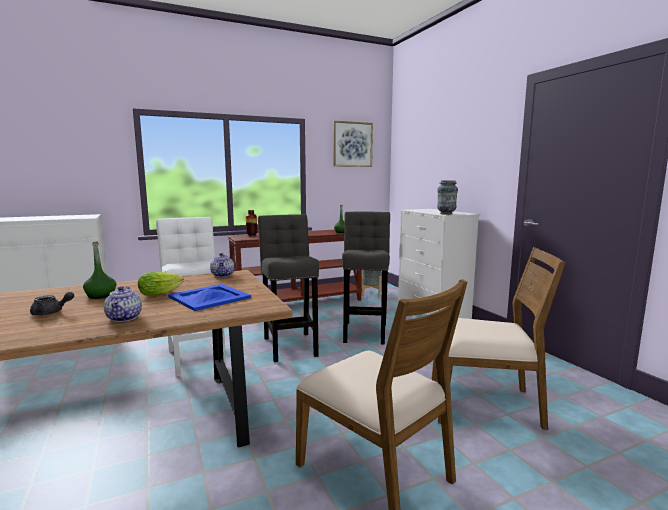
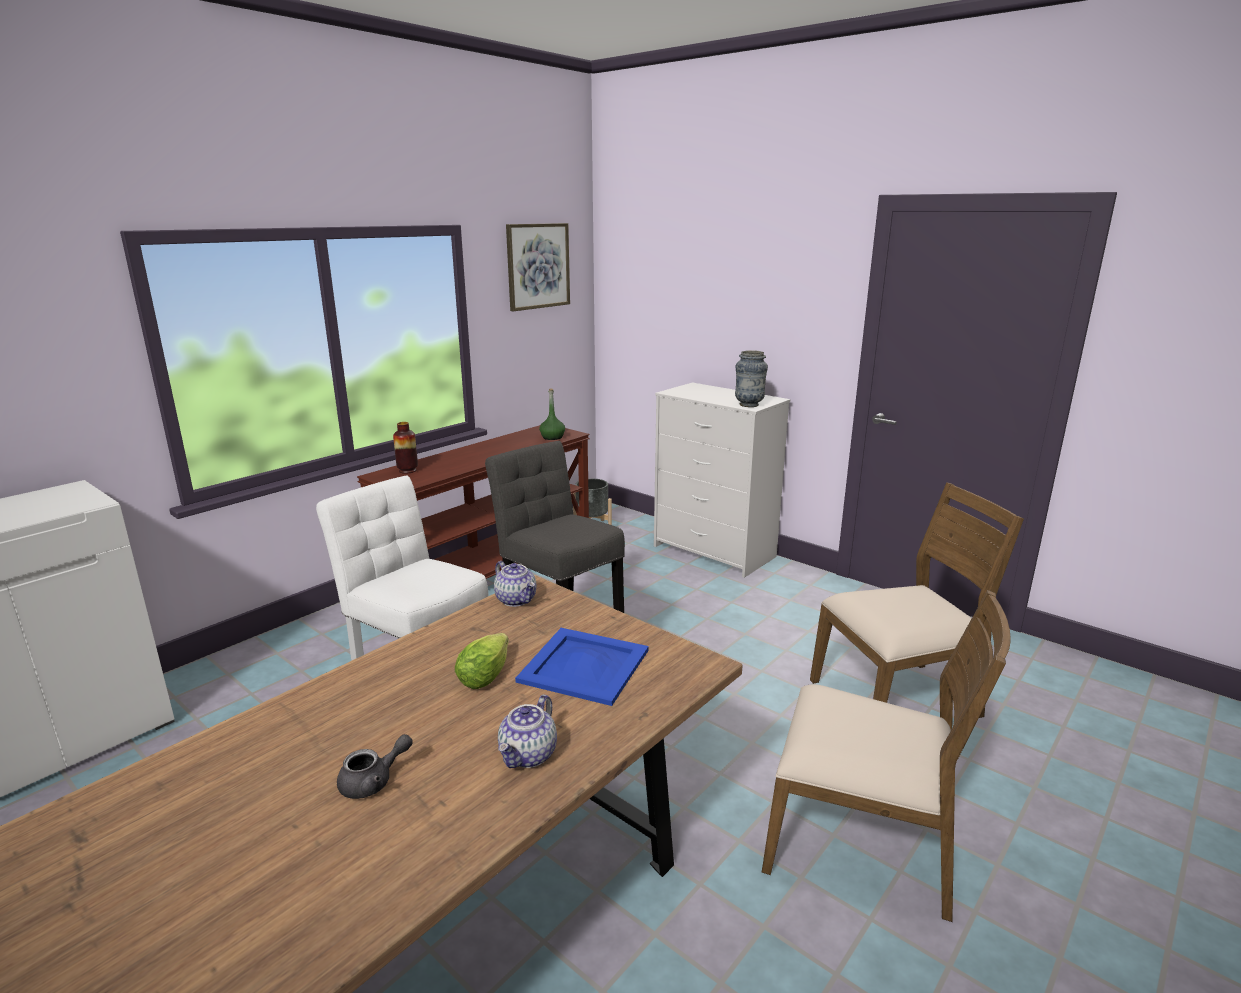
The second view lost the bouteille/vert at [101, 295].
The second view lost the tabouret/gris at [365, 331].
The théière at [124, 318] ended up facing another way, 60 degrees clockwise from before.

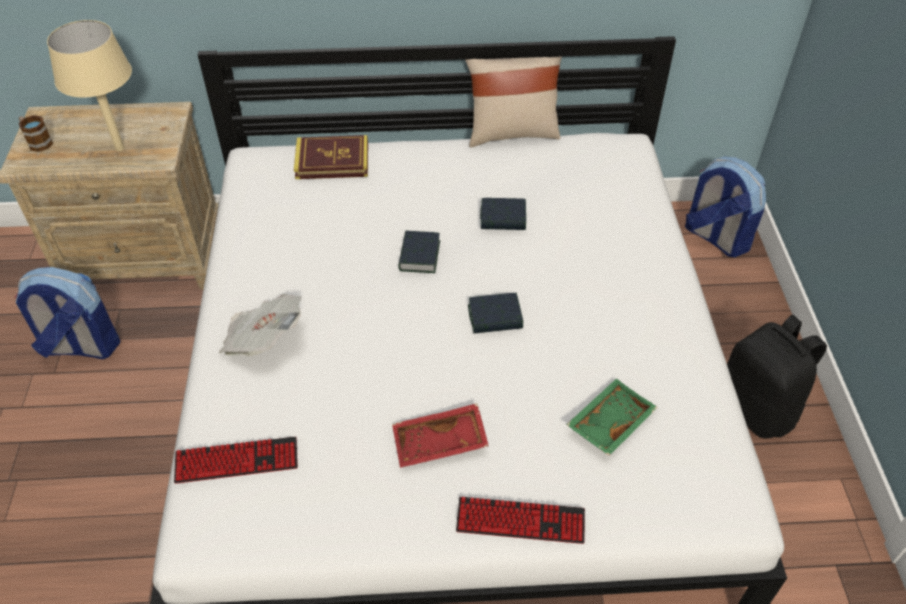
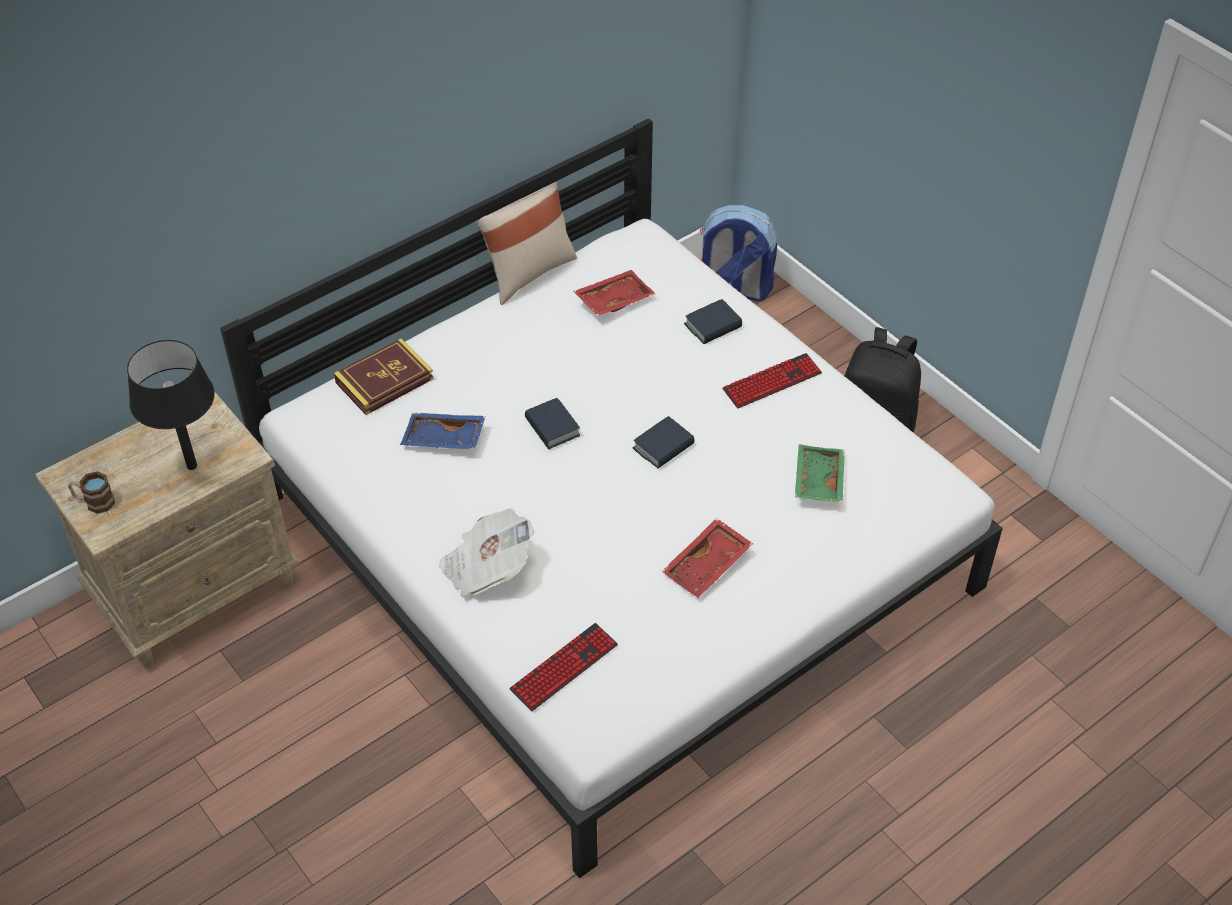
The second view lost the sac à dos at [80, 346].
The second view gained the plateau/bleu at [443, 439].
The second view gained the plateau/rouge at [613, 299].
The clavier ended up elsewhere, having gone from [520, 521] to [772, 382].
The livre ended up elsewhere, having gone from [503, 219] to [713, 326].
What was the lampe de table/beige at [119, 148] turned into the lampe de table/noir at [191, 466].

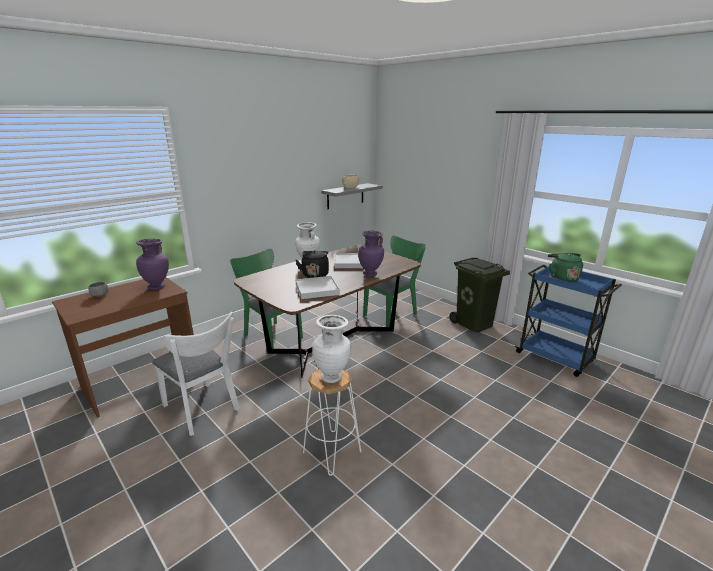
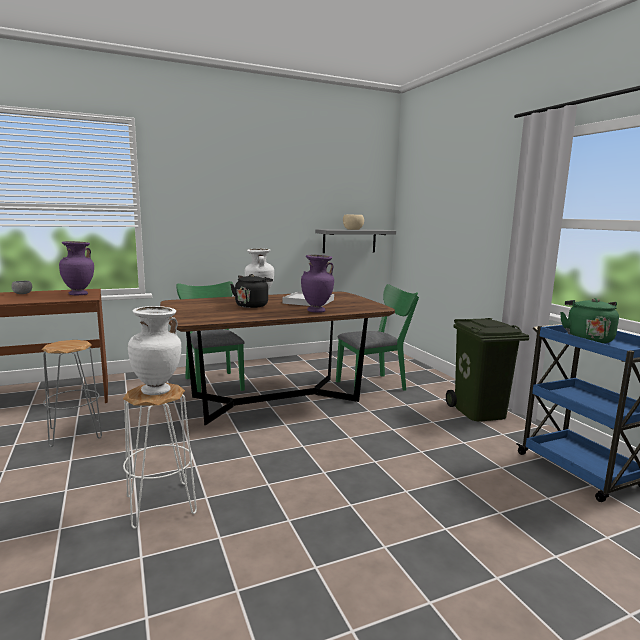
The second view lost the plateau/blanc at [317, 289].
Where the chaise/blanc stood at [203, 410], the tabouret/gris came to stand at [75, 433].

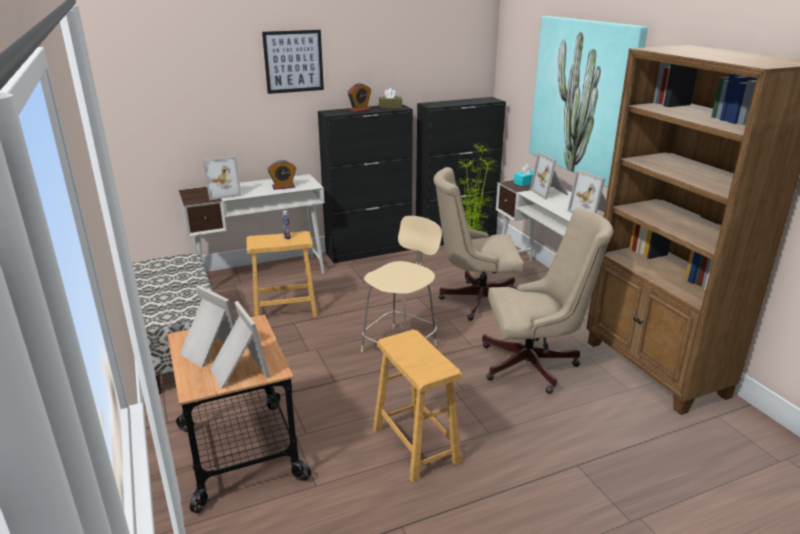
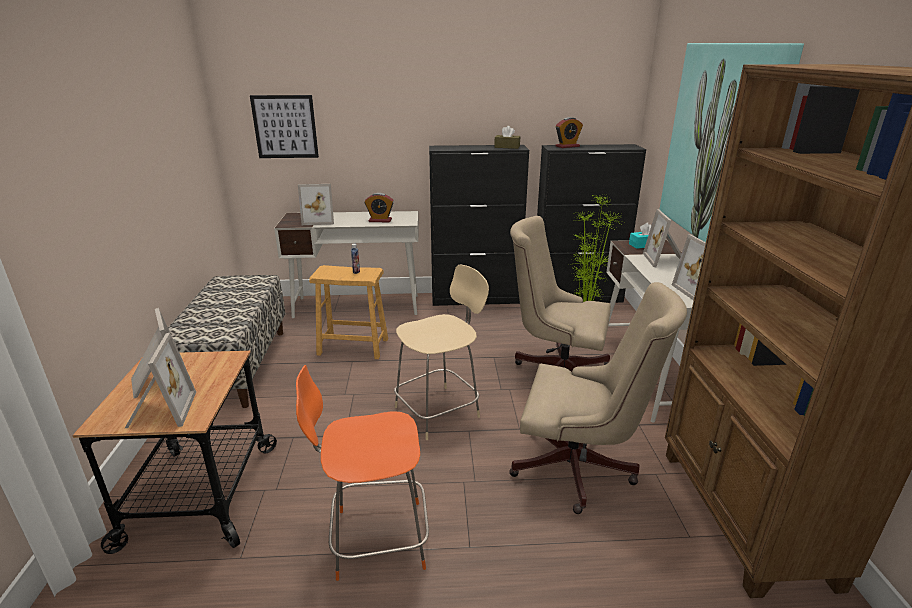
The tableau ended up elsewhere, having gone from [293, 61] to [285, 127].
The réveil ended up elsewhere, having gone from [360, 110] to [567, 146].
Where the tabouret/marron stood at [415, 445], the chaise/orange came to stand at [375, 539].

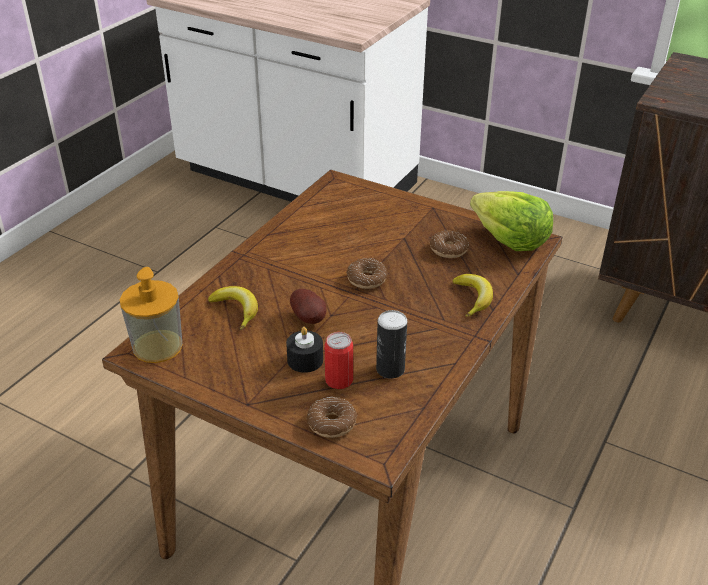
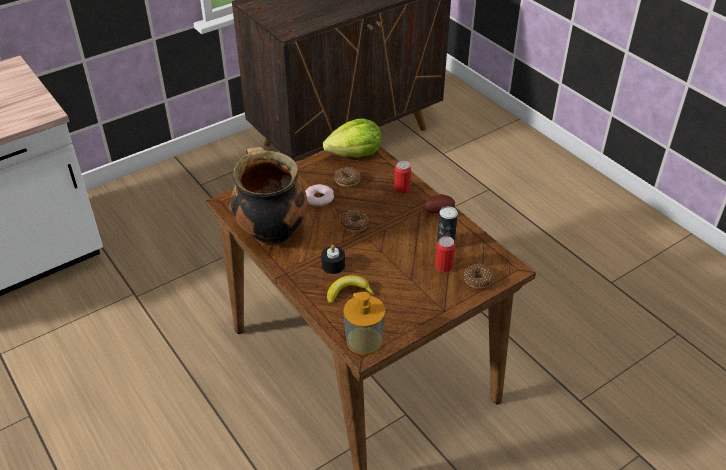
The second view gained the marmite at [271, 231].
The second view gained the beignet at [319, 198].
The bougie/noir ended up elsewhere, having gone from [305, 360] to [333, 265].
The pomme de terre ended up elsewhere, having gone from [310, 319] to [439, 211].
Where the banane stood at [473, 298], the boîte métallique came to stand at [402, 189].

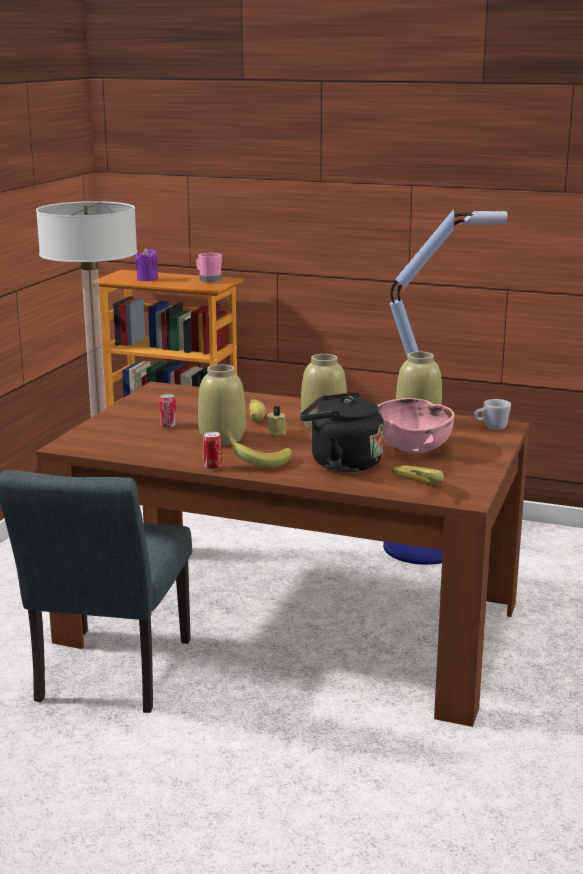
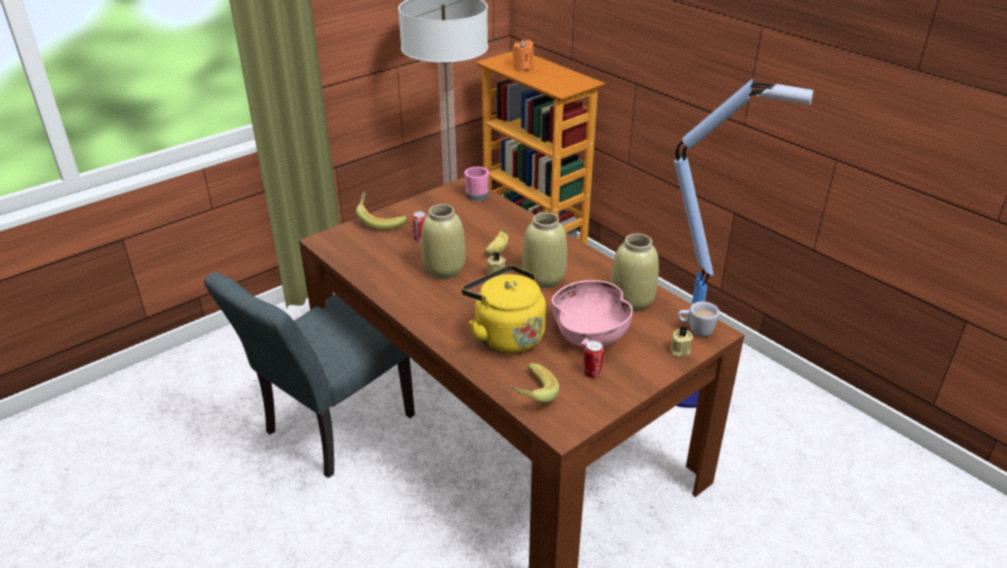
The second view gained the bougie/beige at [679, 350].
The mug/rose ended up elsewhere, having gone from [208, 280] to [476, 194].
The boîte métallique ended up elsewhere, having gone from [212, 467] to [592, 373].
The banane ended up elsewhere, having gone from [257, 461] to [381, 221].
What was the bougie/violet at [147, 279] turned into the bougie/orange at [523, 68].
What was the bouilloire/noir at [341, 463] turned into the bouilloire/jaune at [505, 335].

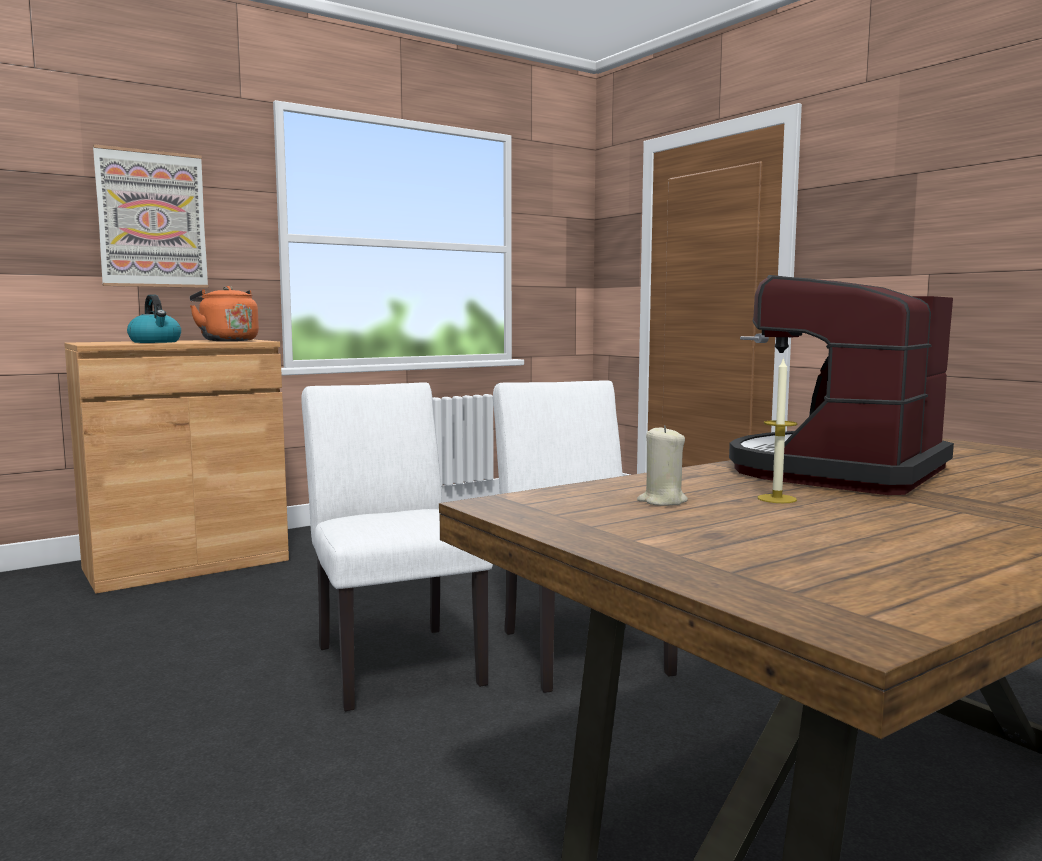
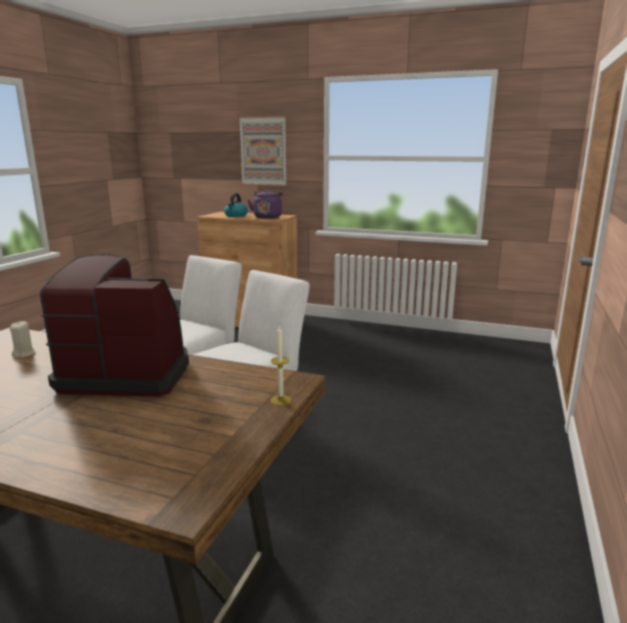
The bougie ended up elsewhere, having gone from [777, 499] to [280, 400].
What was the bouilloire/orange at [227, 340] turned into the bouilloire/violet at [267, 217].

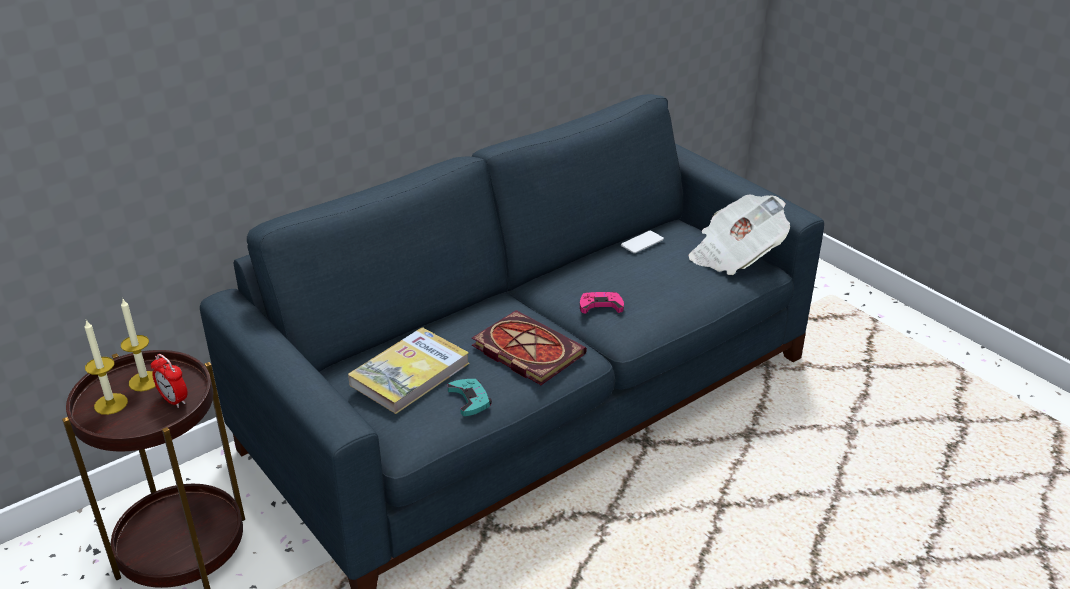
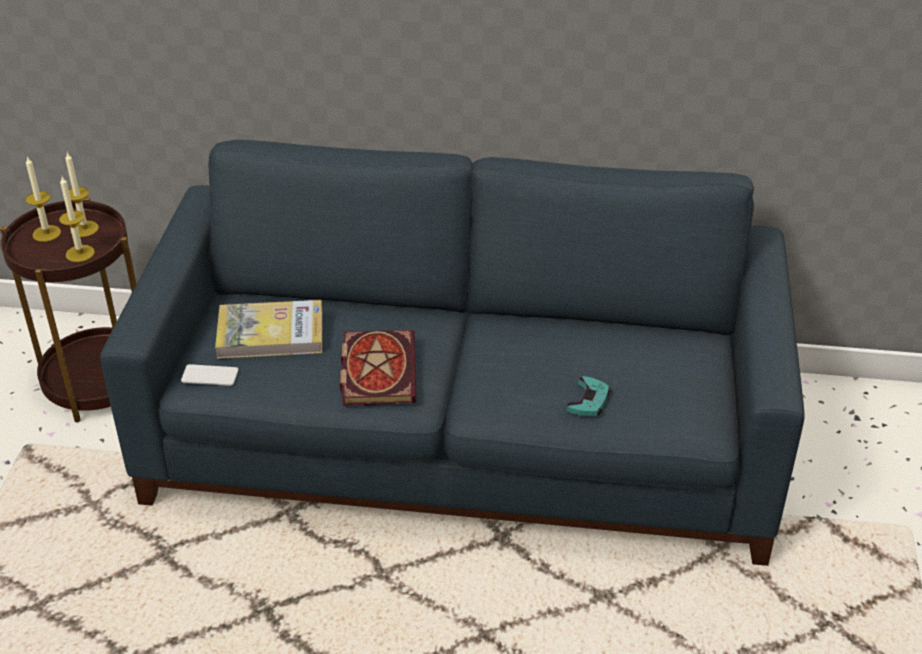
The second view lost the manette/rose at [601, 305].
The second view lost the journal at [735, 255].
The manette/turquoise ended up elsewhere, having gone from [470, 399] to [589, 401].
The téléphone ended up elsewhere, having gone from [642, 242] to [210, 376].
Where the réveil stood at [174, 400], the bougie came to stand at [80, 253].

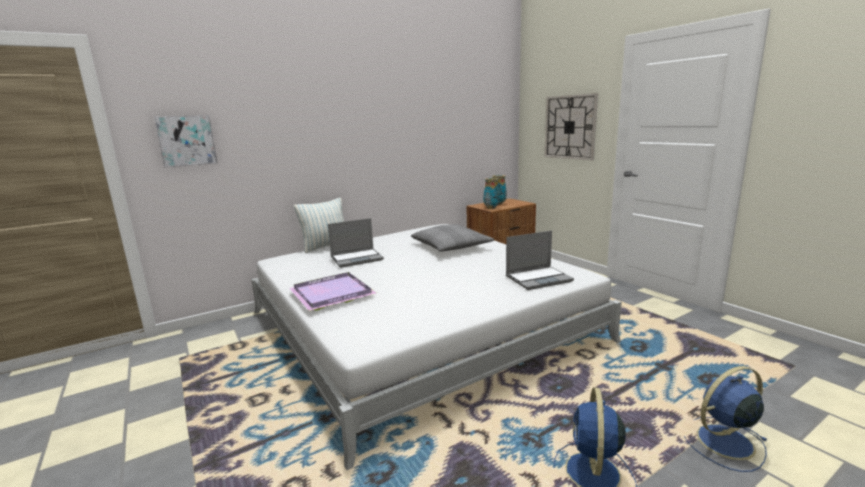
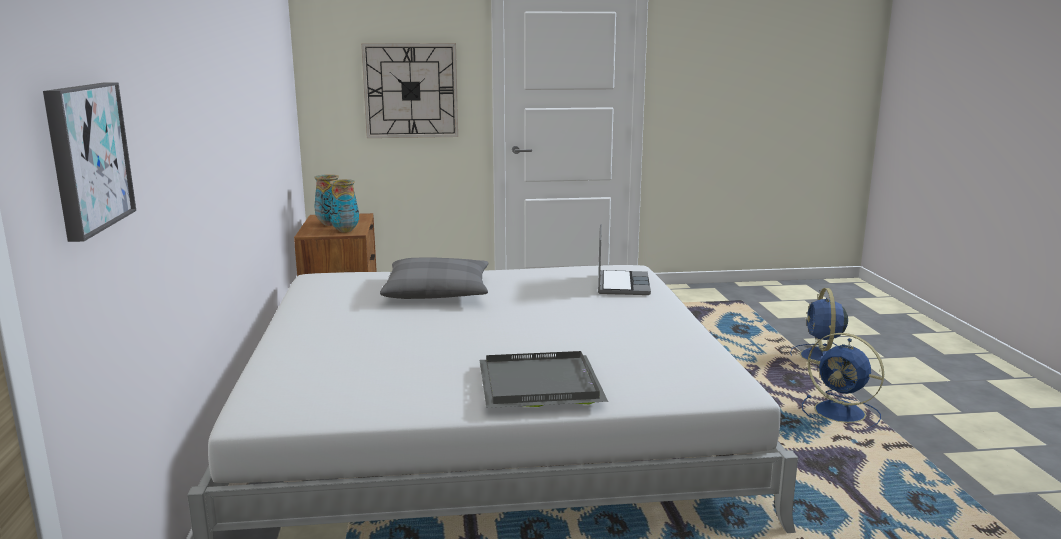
The second view lost the coussin at [326, 246].
The second view lost the ordinateur portable at [357, 259].
What was the plateau/violet at [331, 294] turned into the plateau/gris at [542, 385].

